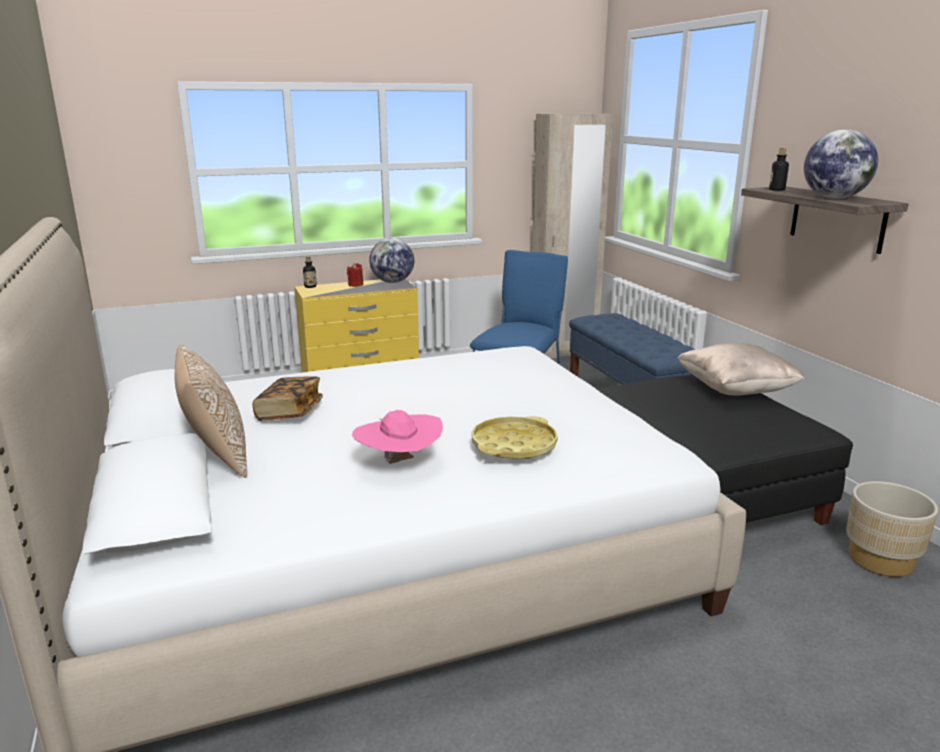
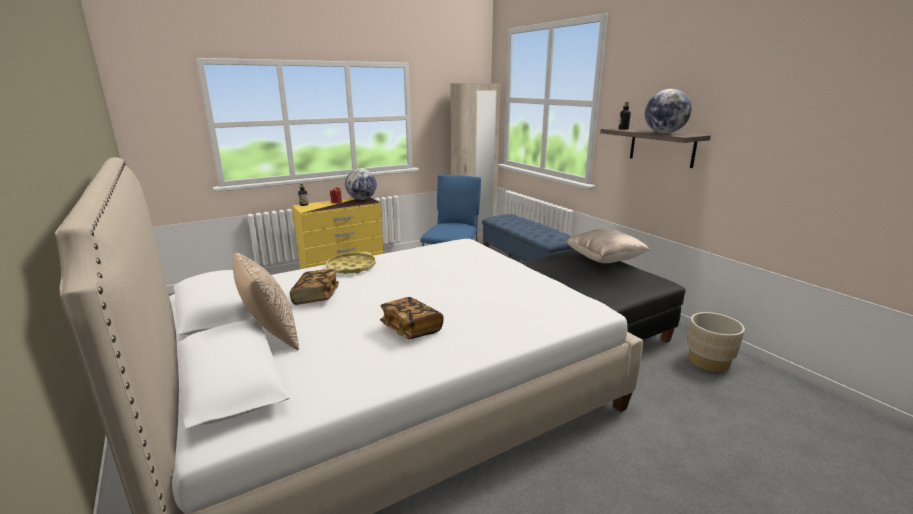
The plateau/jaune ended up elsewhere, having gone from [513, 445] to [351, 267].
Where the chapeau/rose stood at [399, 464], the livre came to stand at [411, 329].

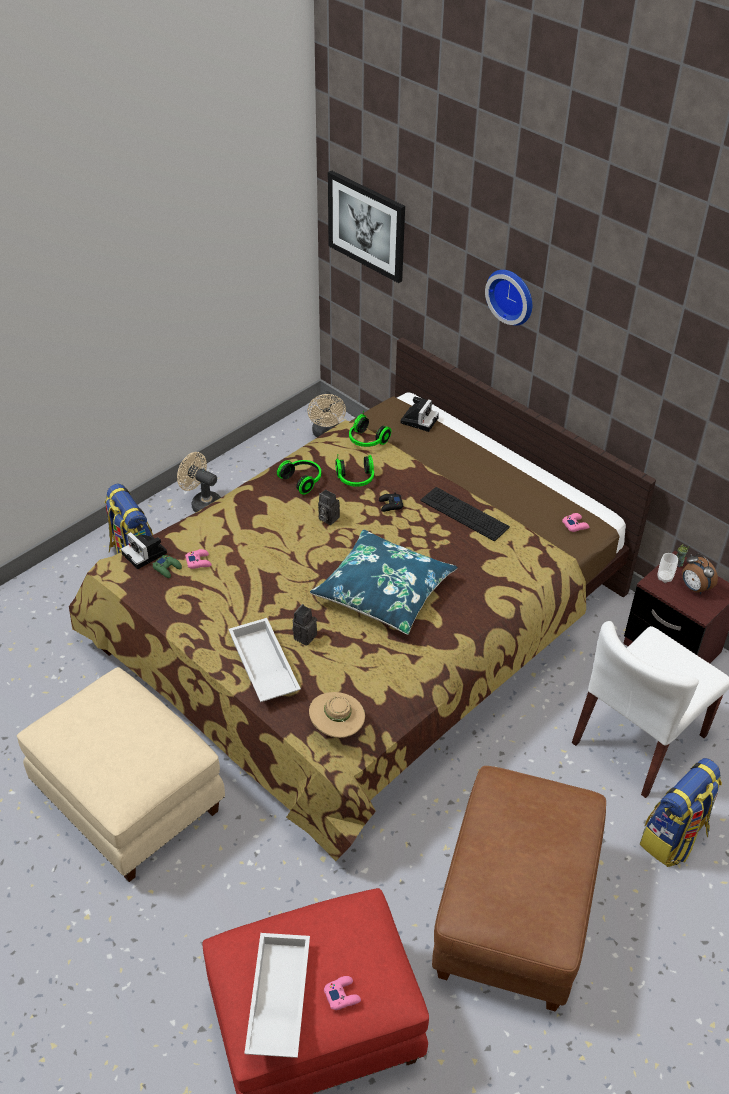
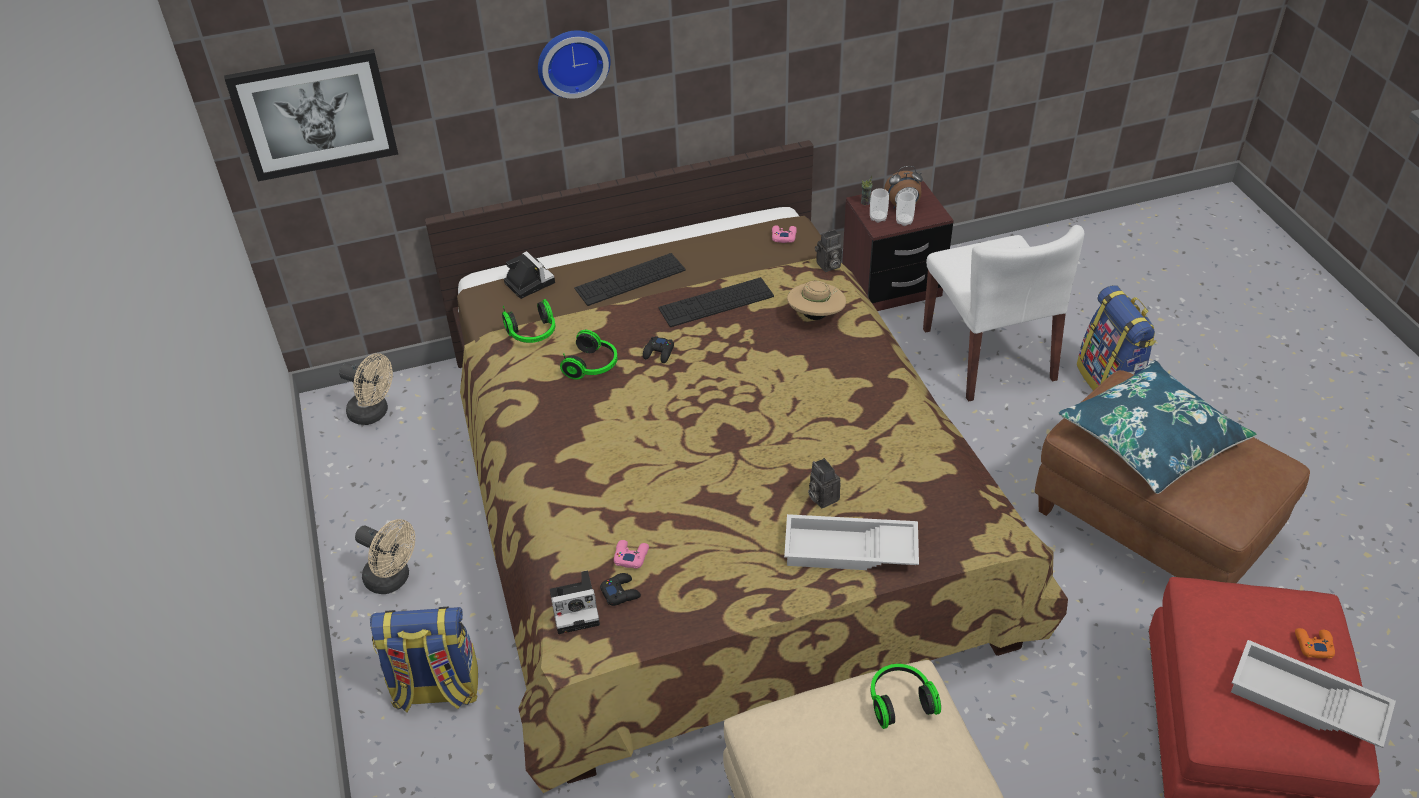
The second view gained the clavier at [630, 279].
The second view gained the tasse at [904, 221].
The casque audio ended up elsewhere, having gone from [302, 480] to [900, 701].
The chapeau/beige ended up elsewhere, having gone from [337, 727] to [816, 316].
The coussin/bleu ended up elsewhere, having gone from [384, 591] to [1151, 438].
The appareil photo ended up elsewhere, having gone from [327, 518] to [828, 266].
What was the manette/vert at [167, 568] turned into the manette/noir at [620, 592].
What was the manette/rose at [342, 995] turned into the manette/orange at [1313, 645].
The ventilateur/beige at [202, 504] ended up facing another way, 120 degrees counterclockwise from before.

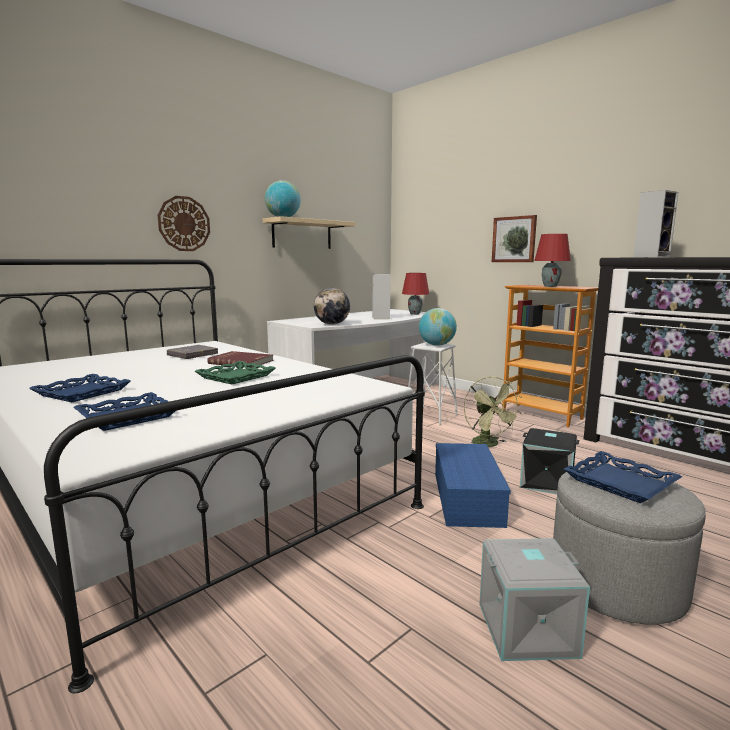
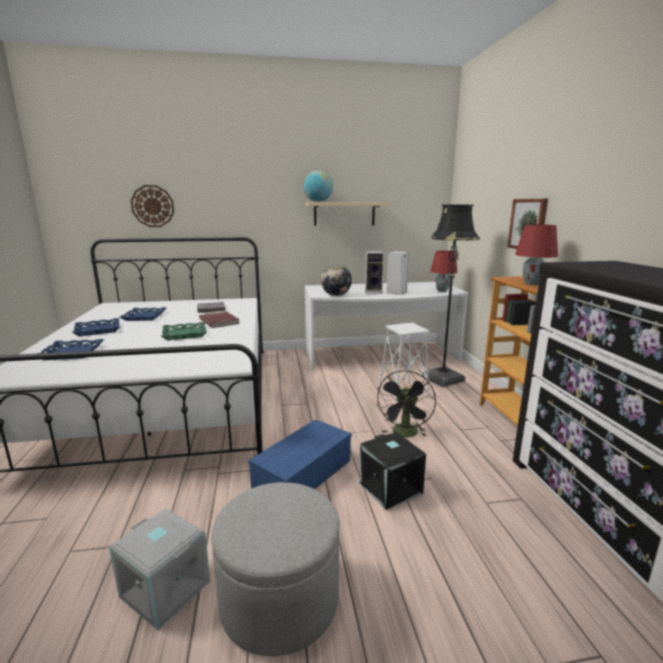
The second view lost the globe at [437, 345].
The second view gained the lampadaire/noir at [442, 378].
The horloge murale ended up elsewhere, having gone from [184, 224] to [152, 206].
The plateau/bleu ended up elsewhere, having gone from [619, 483] to [144, 316].
The enceinte ended up elsewhere, having gone from [651, 257] to [374, 291].
What was the ventilateur/vert at [489, 445] turned into the ventilateur/noir at [405, 434].

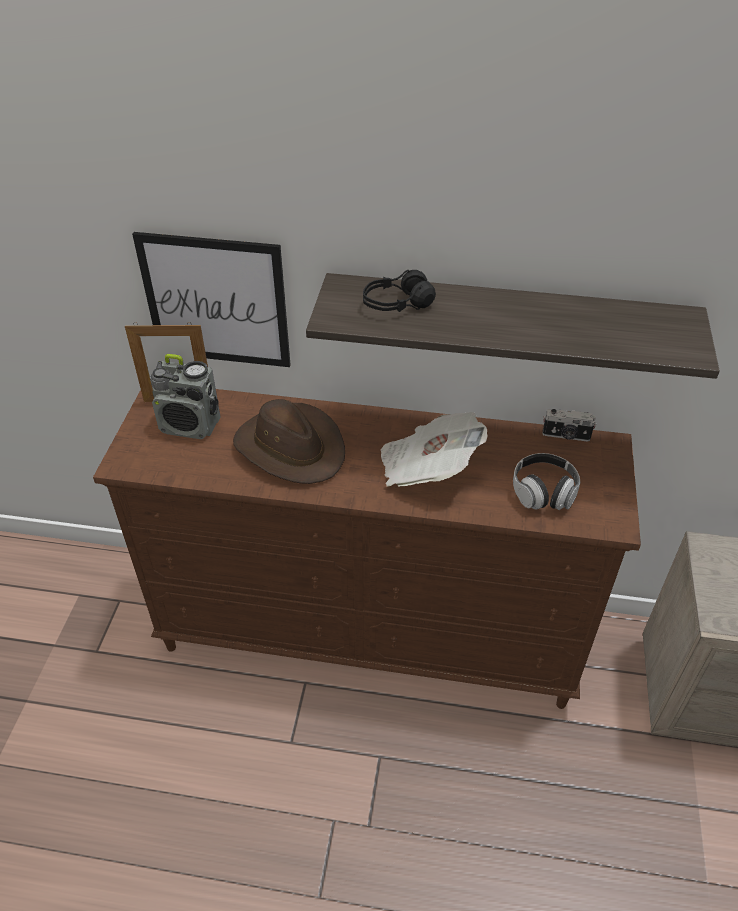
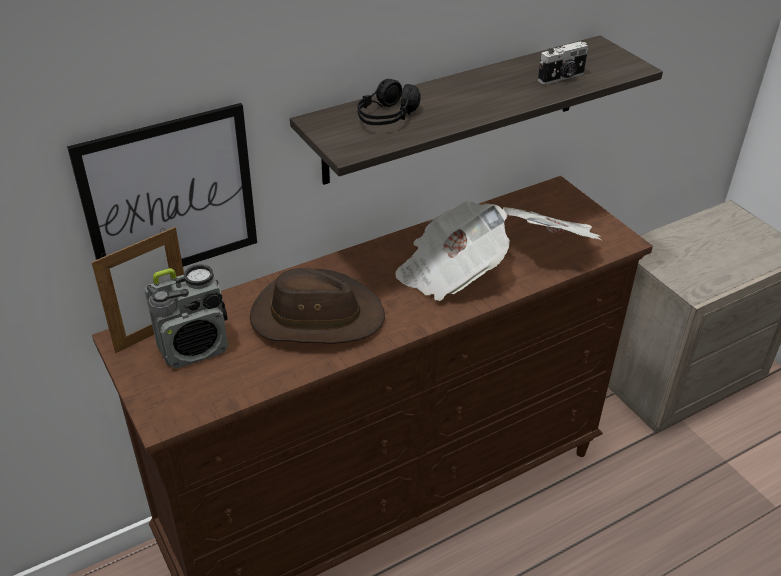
The appareil photo ended up elsewhere, having gone from [566, 436] to [562, 78].
Where the casque audio stood at [543, 492], the journal came to stand at [552, 245].

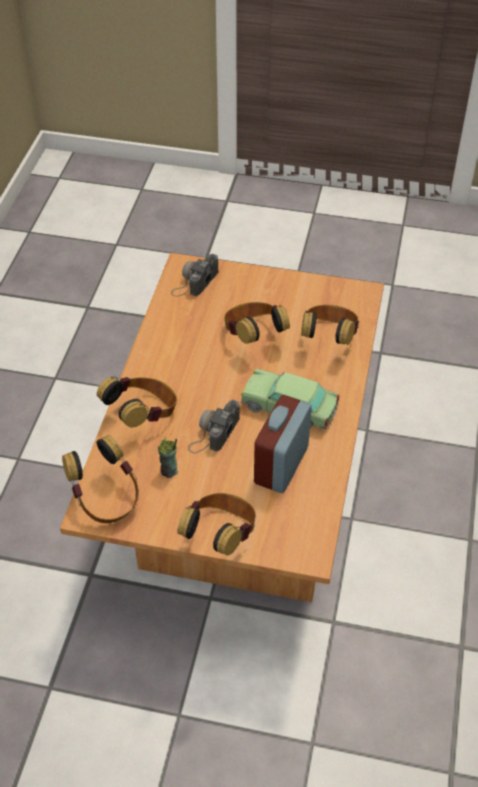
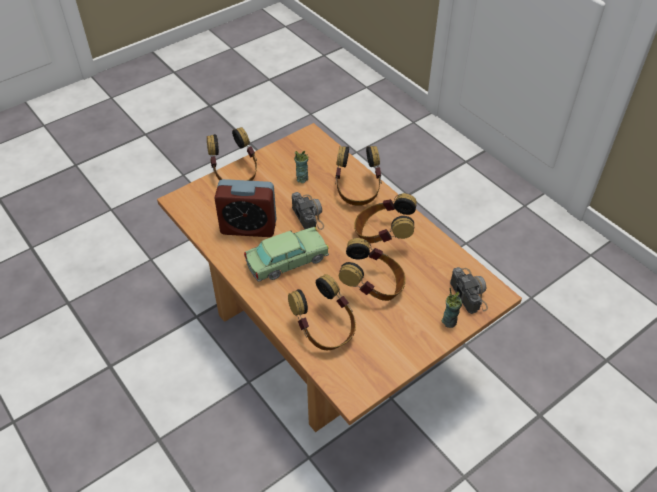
The second view gained the tasse at [449, 321].
The casque audio ended up elsewhere, having gone from [106, 499] to [383, 235].
The réveil at [281, 465] ended up facing another way, 120 degrees clockwise from before.

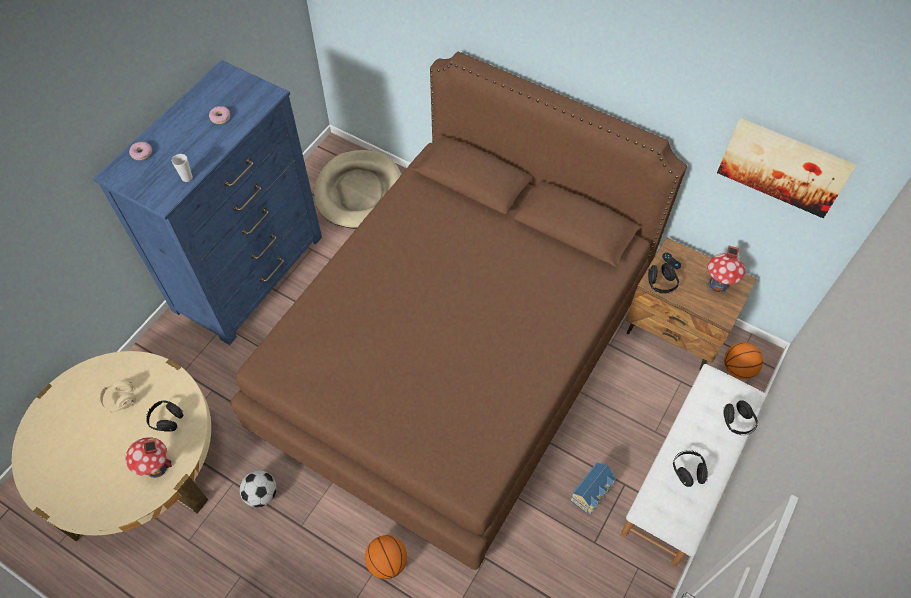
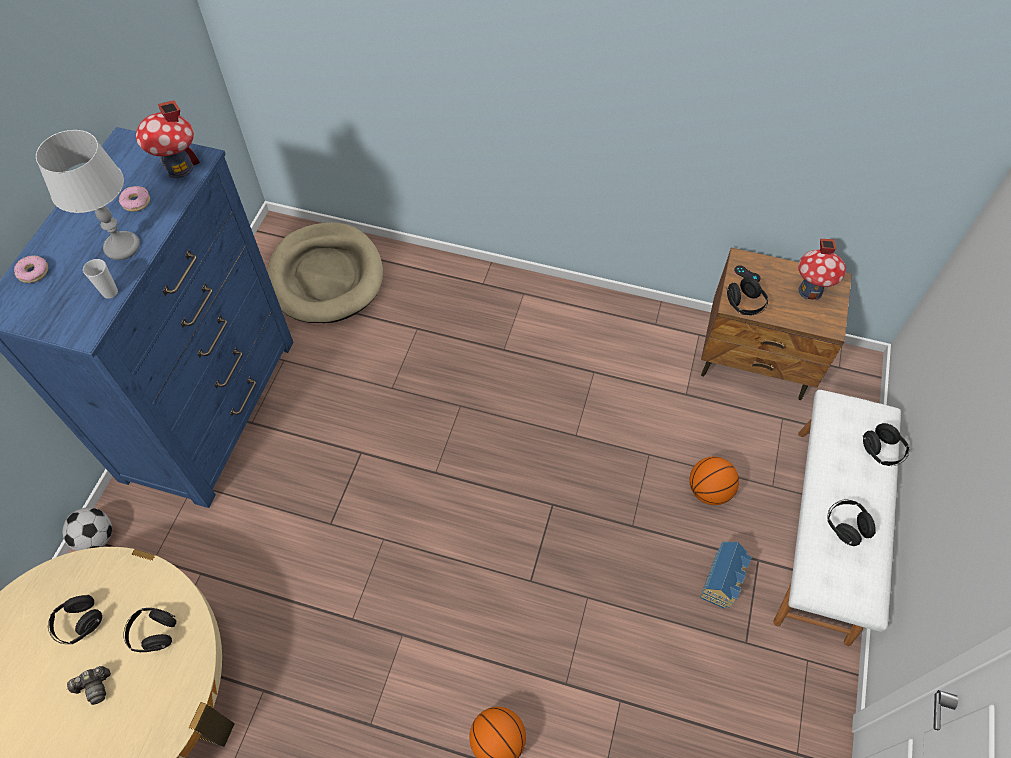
The second view lost the lit/marron at [455, 355].
The second view lost the tableau at [783, 166].
The second view gained the lampe de table/gris at [122, 247].
The second view gained the appareil photo at [94, 687].
The maison miniature ended up elsewhere, having gone from [156, 467] to [179, 167].
The ballon de foot ended up elsewhere, having gone from [261, 495] to [96, 538].
The ballon de basket ended up elsewhere, having gone from [738, 369] to [709, 490].
What was the casque audio/beige at [120, 400] turned into the casque audio/noir at [79, 623].

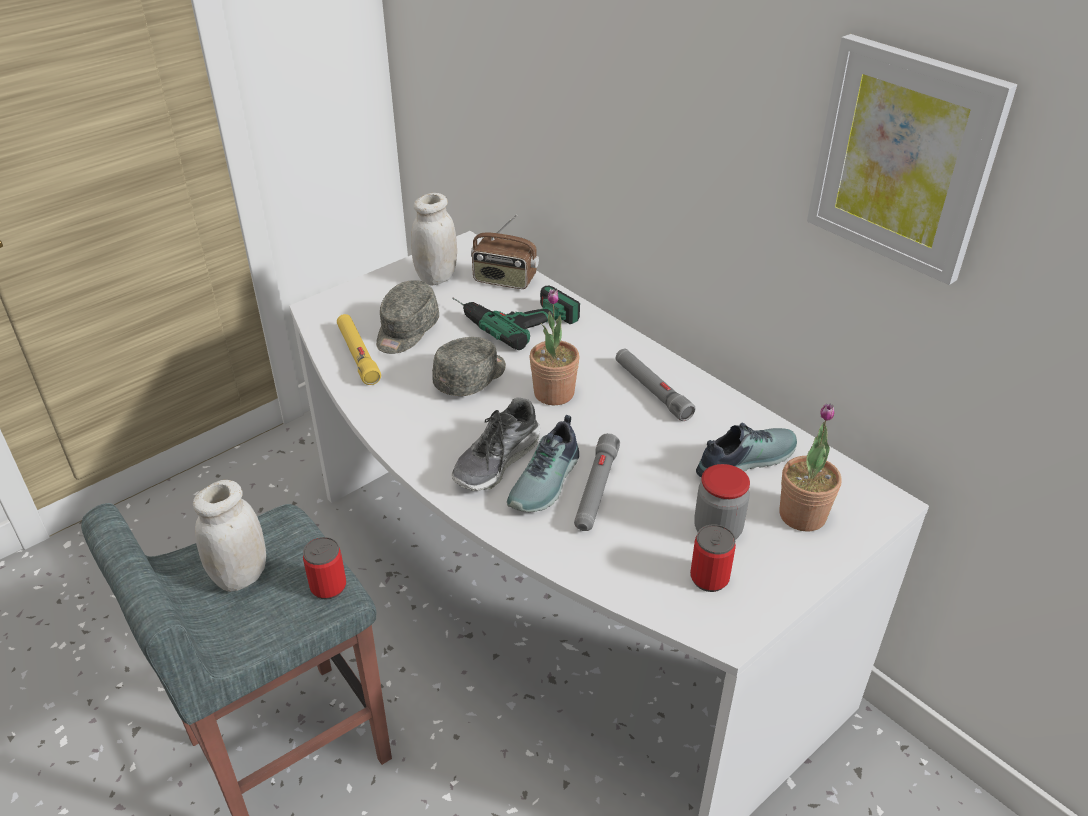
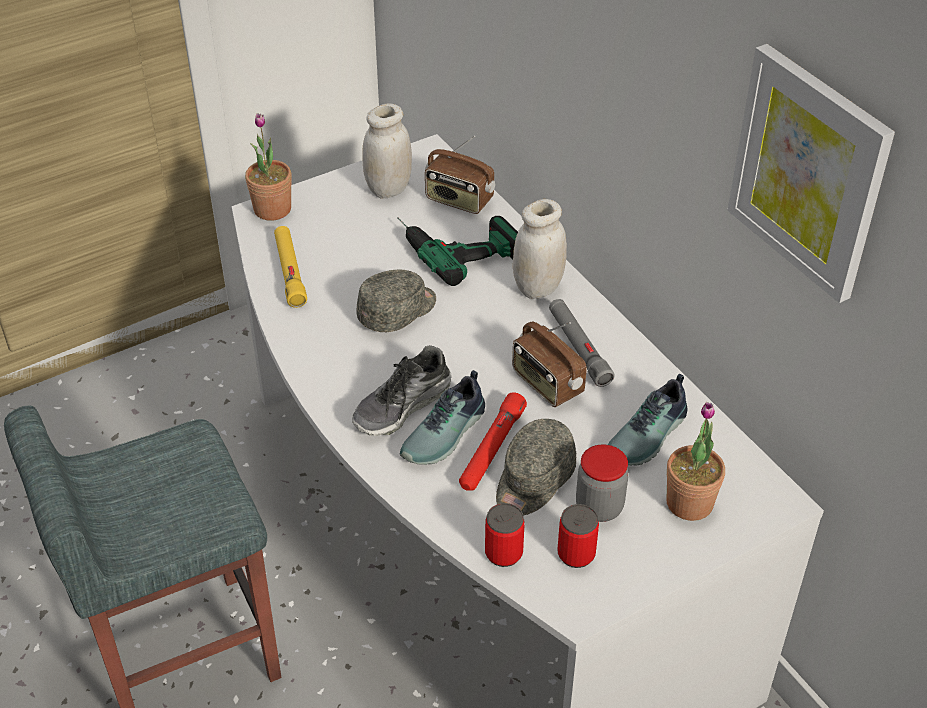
The second view gained the radio at [546, 384].
The bocal/blanc ended up elsewhere, having gone from [241, 576] to [538, 288].
The boîte métallique ended up elsewhere, having gone from [328, 587] to [503, 553].
The casquette/gris ended up elsewhere, having gone from [406, 331] to [533, 481].
The plante en pot ended up elsewhere, having gone from [554, 393] to [272, 209].
What was the lampe de poche/gris at [596, 490] turned into the lampe de poche/rouge at [492, 449].
The chaussure at [743, 460] ended up facing another way, 150 degrees clockwise from before.

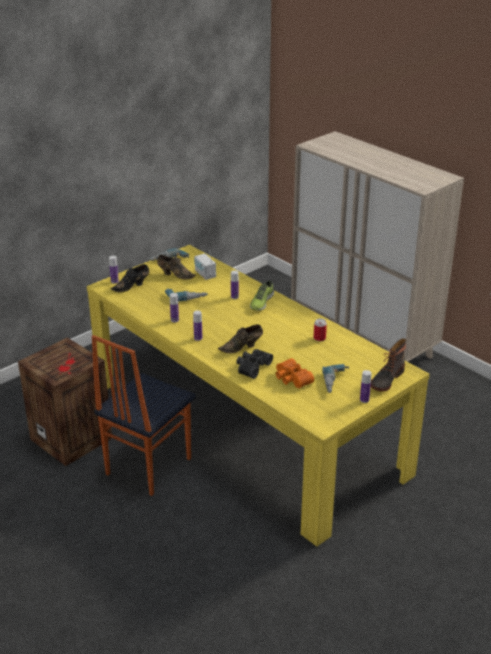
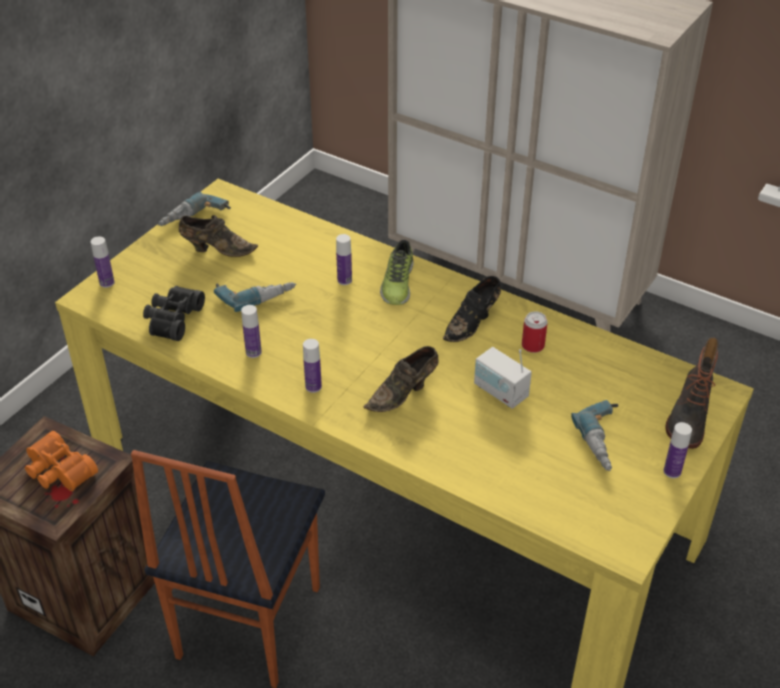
The chaussure/noir ended up elsewhere, having gone from [132, 286] to [473, 323].
The radio ended up elsewhere, having gone from [205, 274] to [500, 392].
The jumelles/noir ended up elsewhere, having gone from [252, 367] to [172, 319].
The jumelles/orange ended up elsewhere, having gone from [291, 379] to [57, 472].

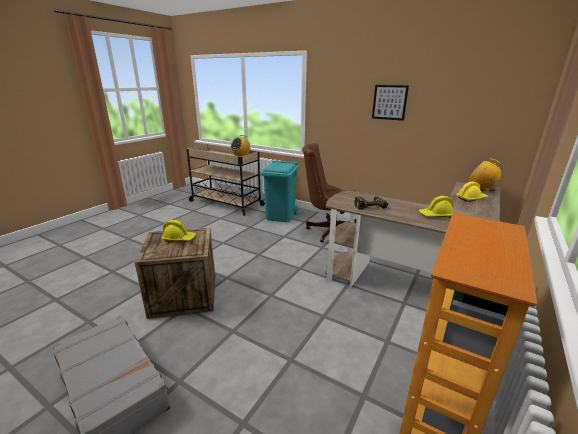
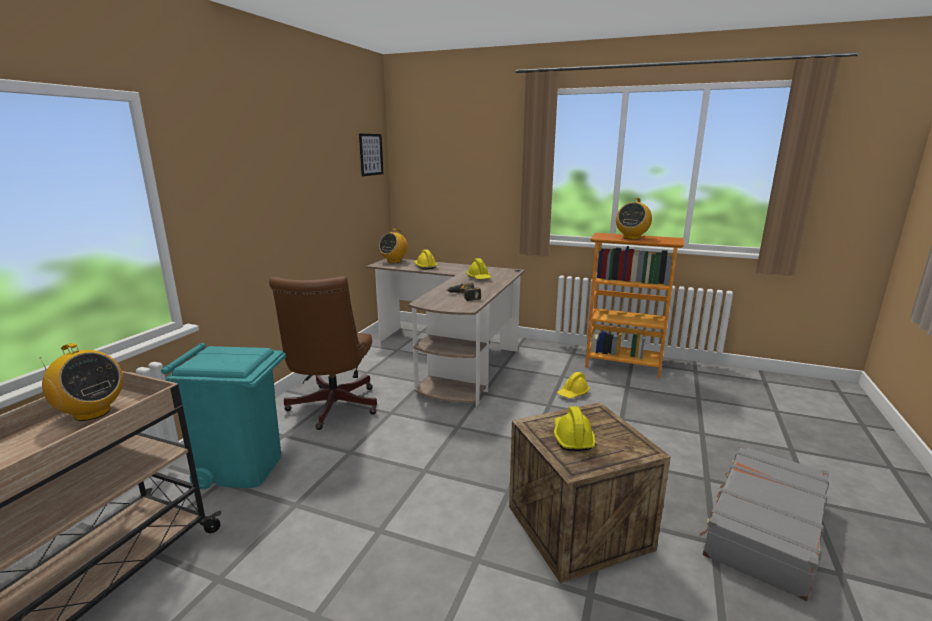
The second view gained the casque de chantier/jaune at [573, 393].
The second view gained the radio at [631, 238].
The tableau ended up elsewhere, having gone from [389, 102] to [371, 154].

